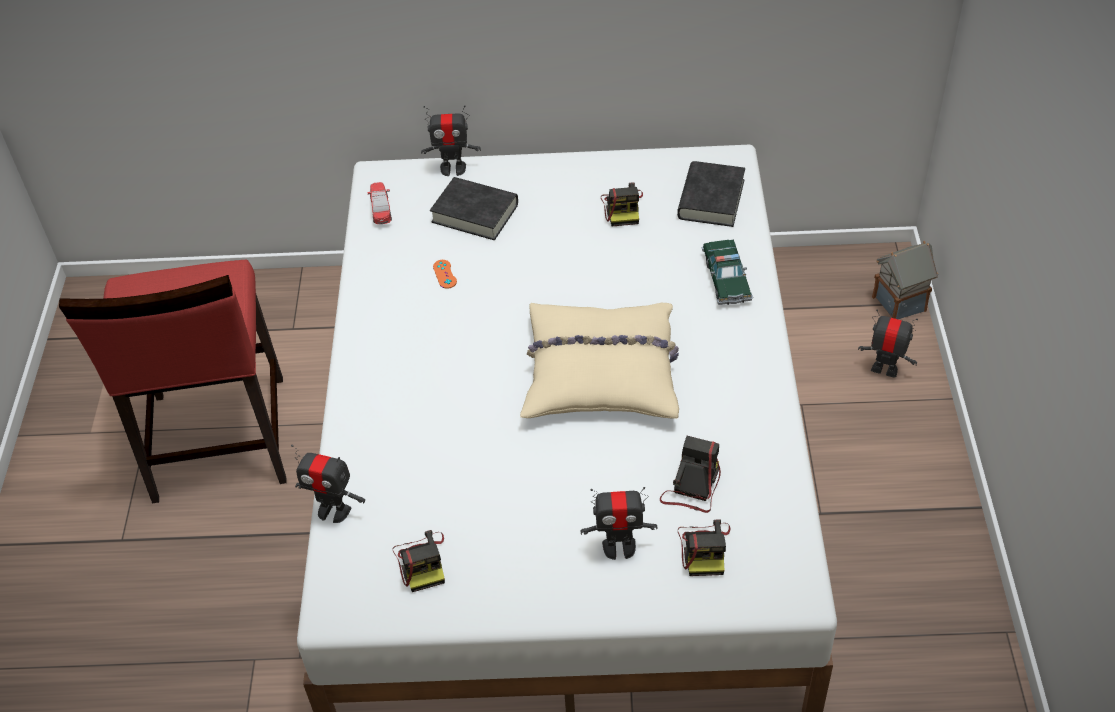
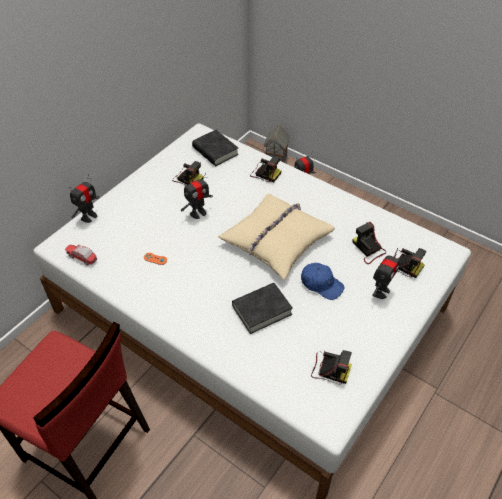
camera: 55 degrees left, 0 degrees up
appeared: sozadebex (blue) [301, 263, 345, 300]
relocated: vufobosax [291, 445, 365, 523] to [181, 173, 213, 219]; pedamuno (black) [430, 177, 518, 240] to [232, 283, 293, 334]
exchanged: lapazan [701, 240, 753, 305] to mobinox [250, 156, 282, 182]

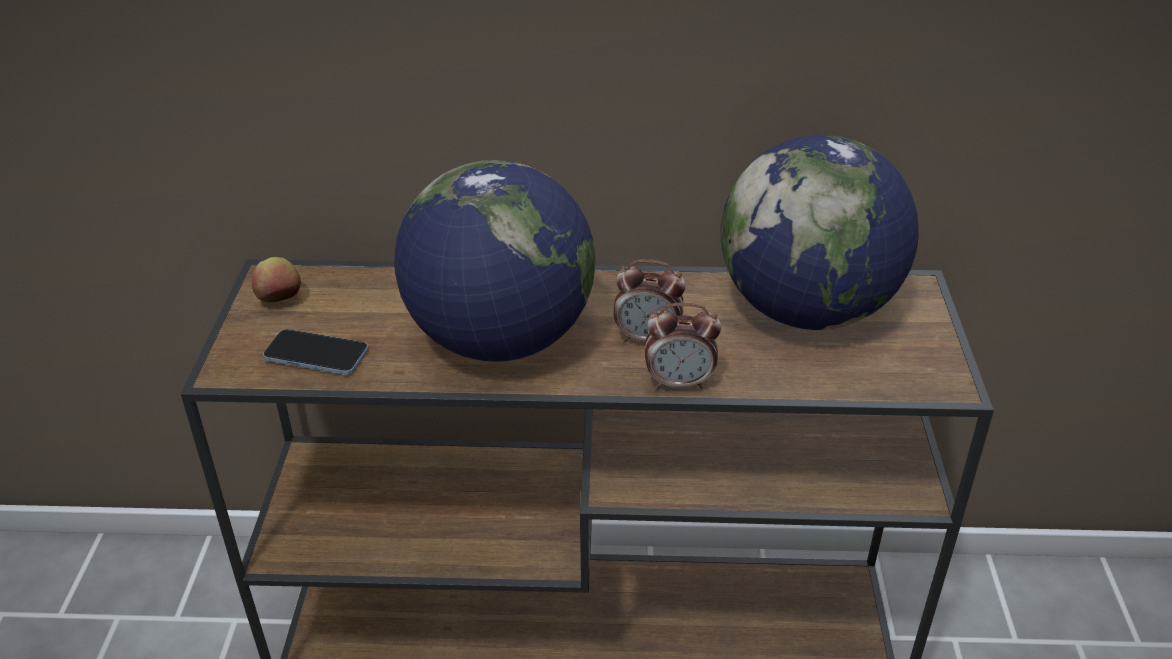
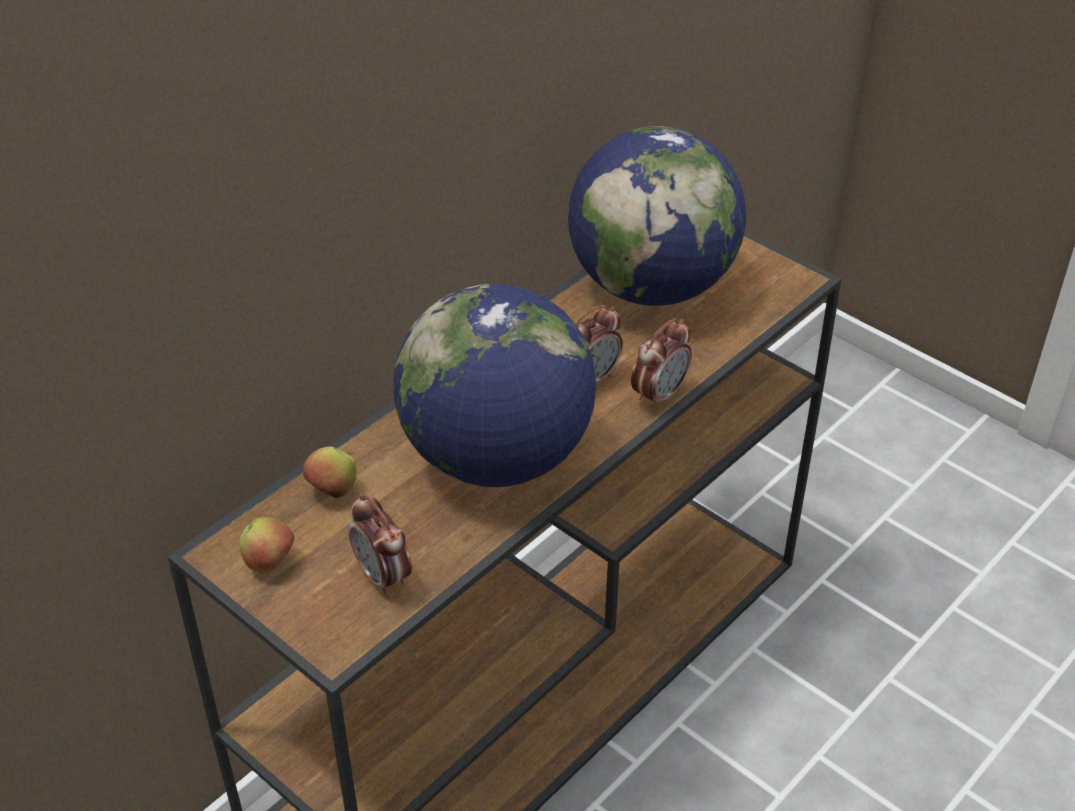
camera: 50 degrees left, 5 degrees up
appeared: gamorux [303, 446, 356, 498]
exchanged: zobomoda [263, 329, 368, 375] to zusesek [349, 494, 412, 596]

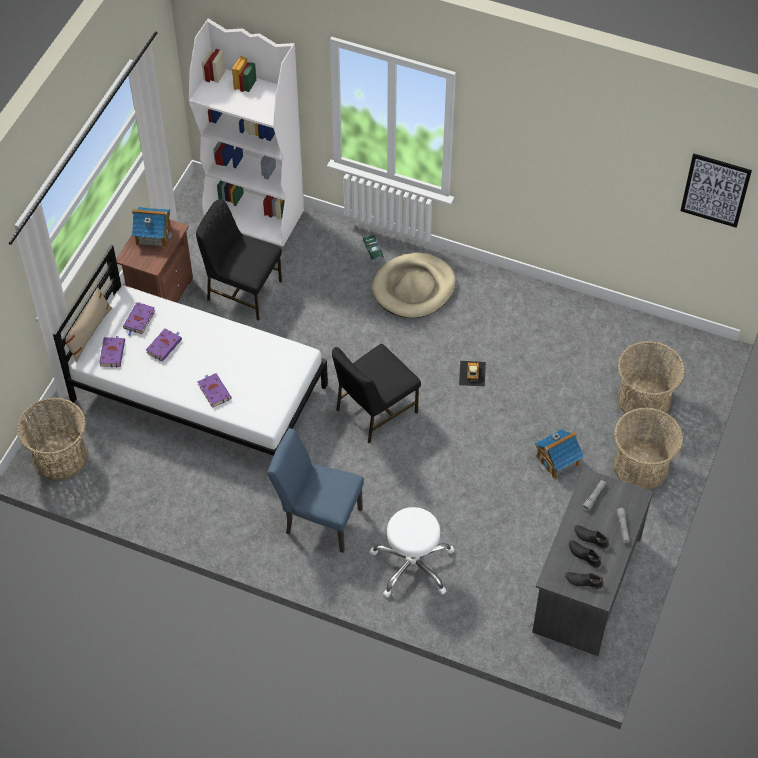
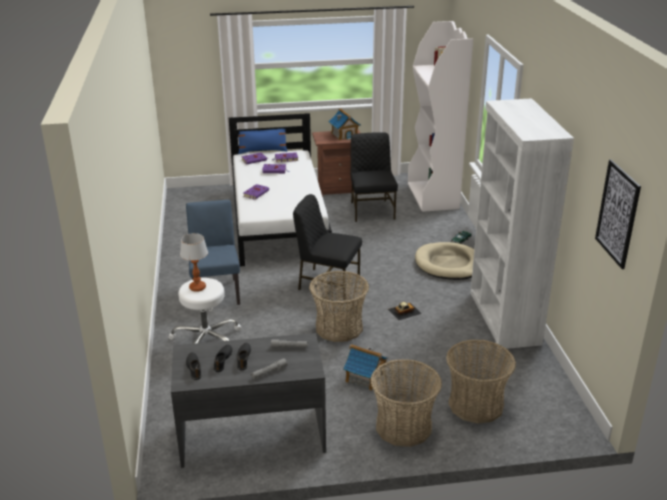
camera: 60 degrees right, 25 degrees down
appeared: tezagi [180, 233, 208, 292]; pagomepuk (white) [470, 98, 574, 349]
relocated: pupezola [17, 397, 87, 480] to [309, 271, 369, 342]
colour: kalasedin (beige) [61, 283, 113, 362] to kalasedin (blue) [238, 129, 288, 154]

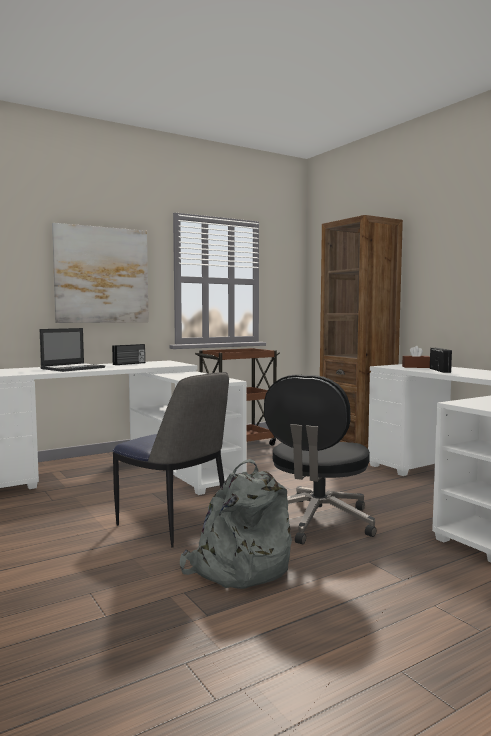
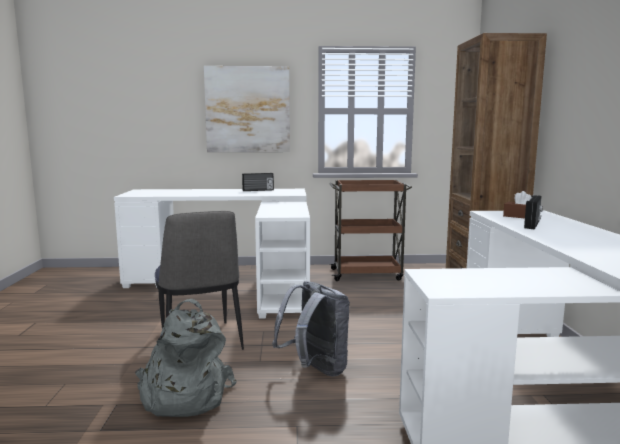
camera: 30 degrees right, 5 degrees up
missing: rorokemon [40, 328, 105, 372]
exchanged: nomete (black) [264, 374, 376, 544] to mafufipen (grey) [272, 281, 350, 377]

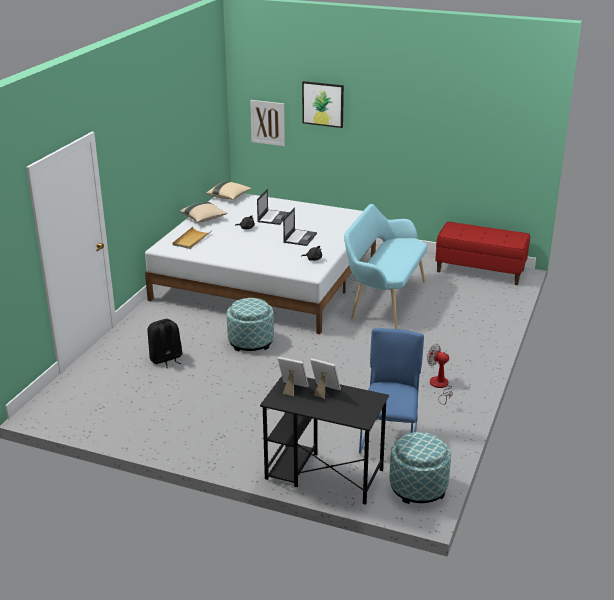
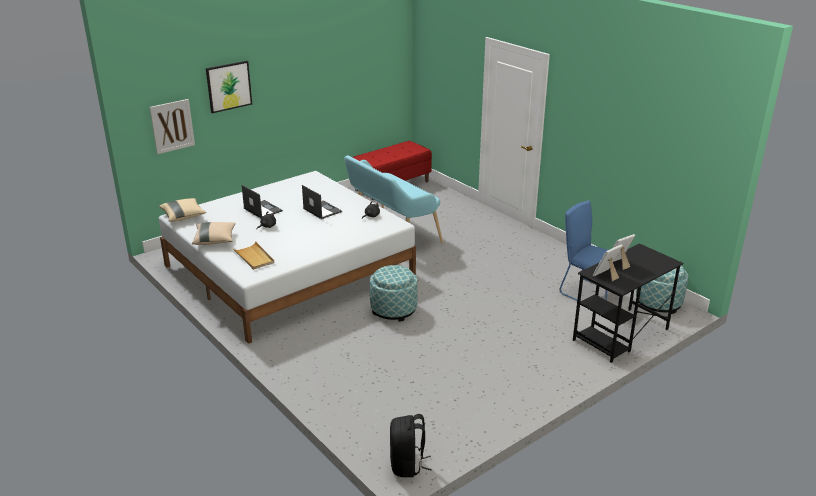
camera: 60 degrees left, 0 degrees up
missing: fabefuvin [427, 344, 453, 405]
relocated: mafufipen (black) [147, 319, 183, 368] to [390, 414, 432, 477]

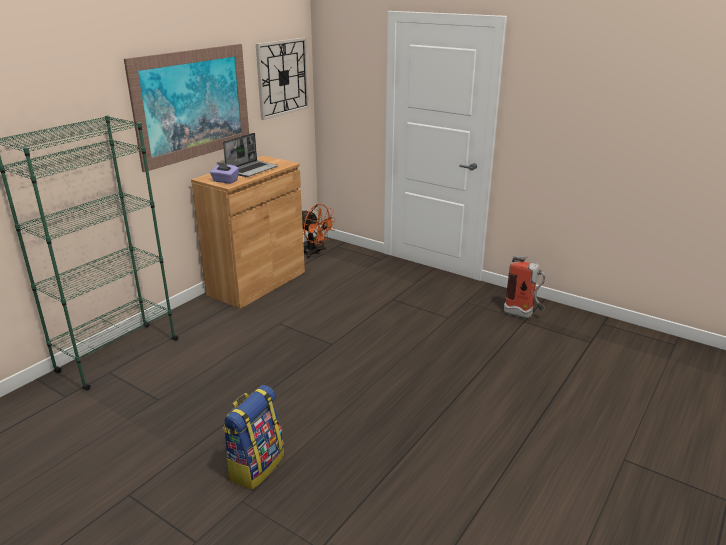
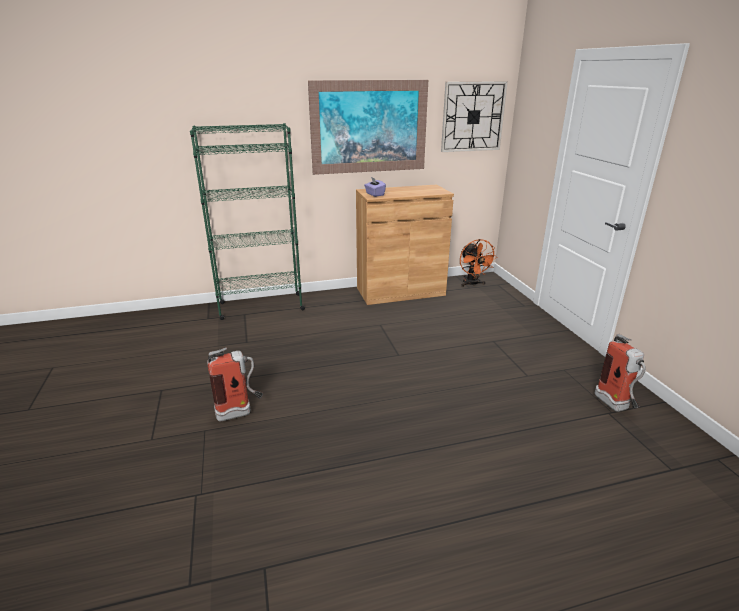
camera: 40 degrees right, 0 degrees up
missing: rorokemon [223, 133, 278, 177]
exchanged: mafufipen [222, 385, 284, 490] to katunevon [207, 348, 263, 421]

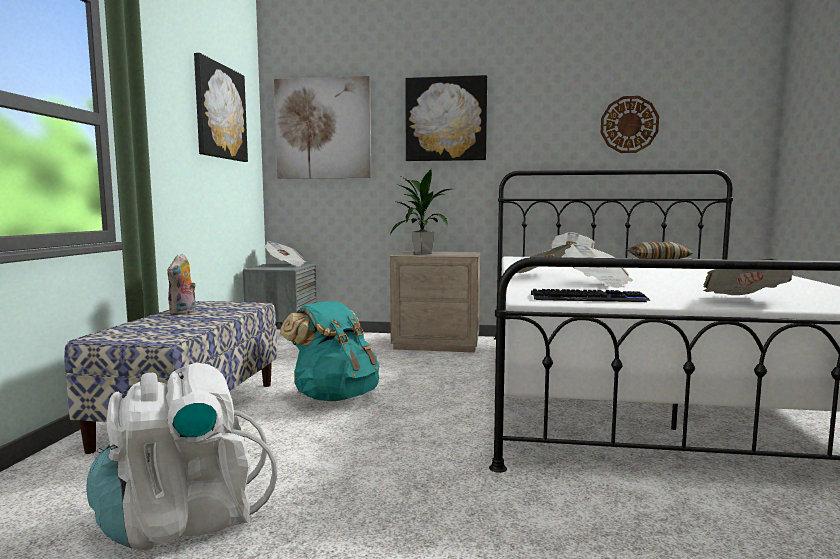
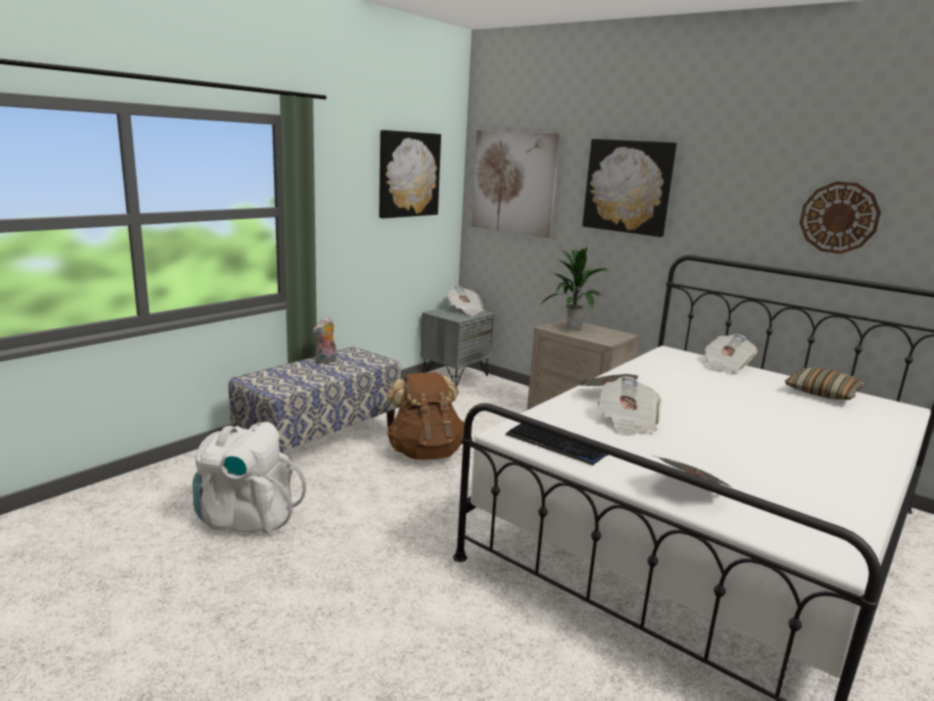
camera: 30 degrees right, 10 degrees up
colour: mafufipen (turquoise) [281, 301, 380, 401] to mafufipen (brown) [386, 372, 465, 460]

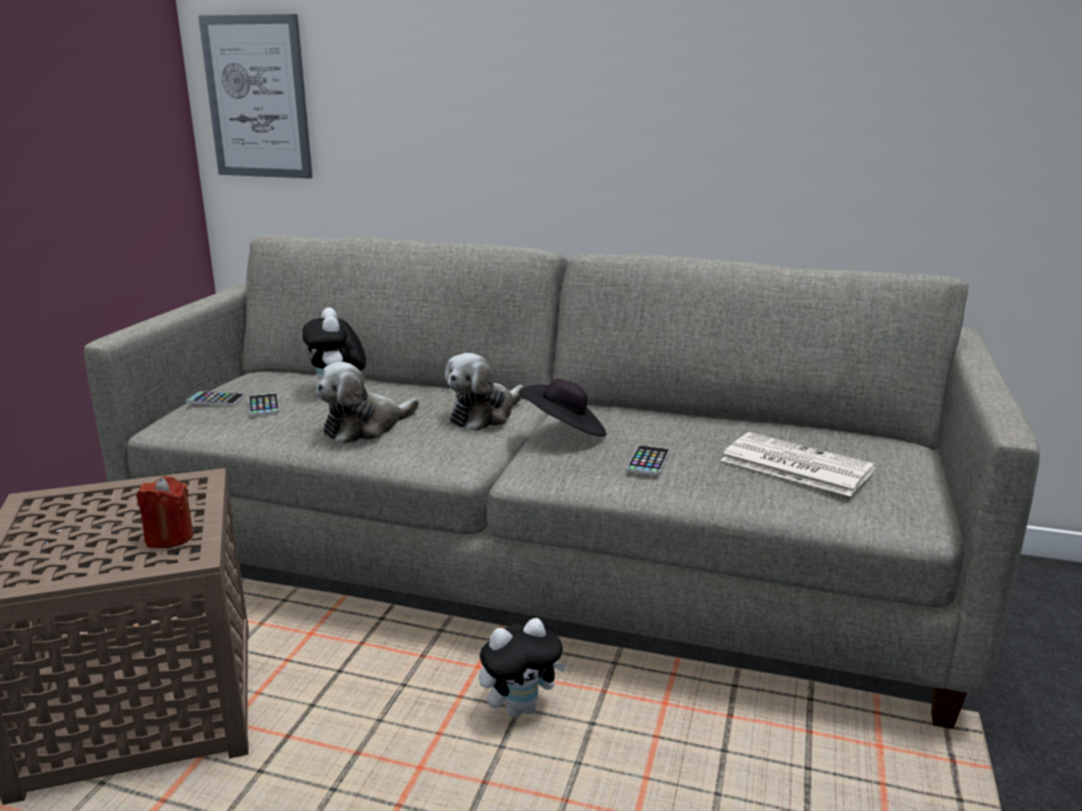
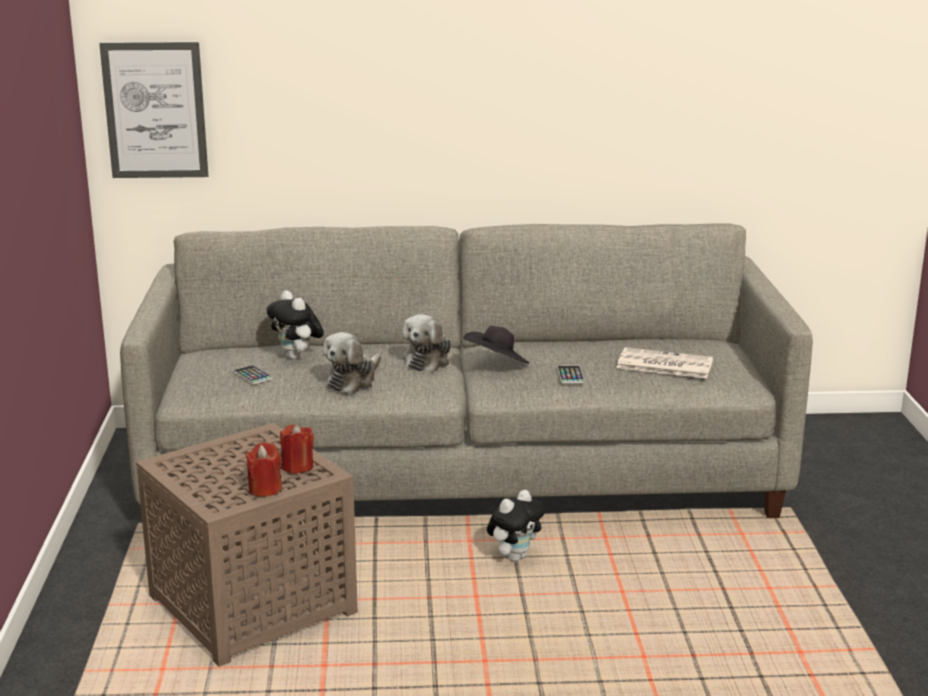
camera: 20 degrees left, 0 degrees up
missing: zobomoda [186, 391, 245, 406]
appeared: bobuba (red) [246, 442, 282, 497]

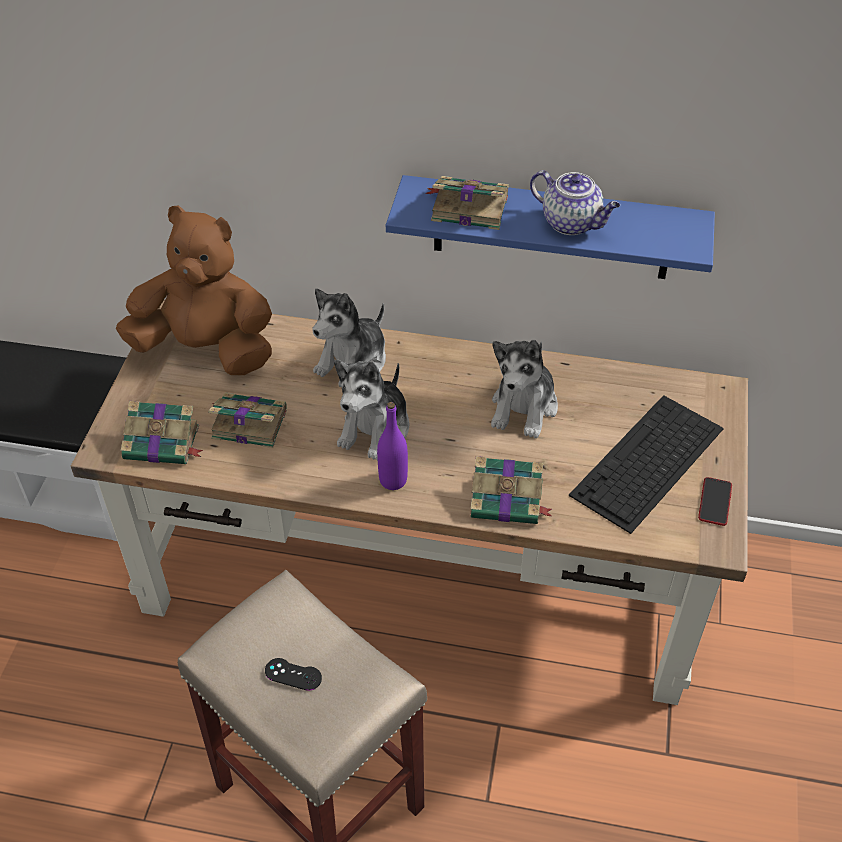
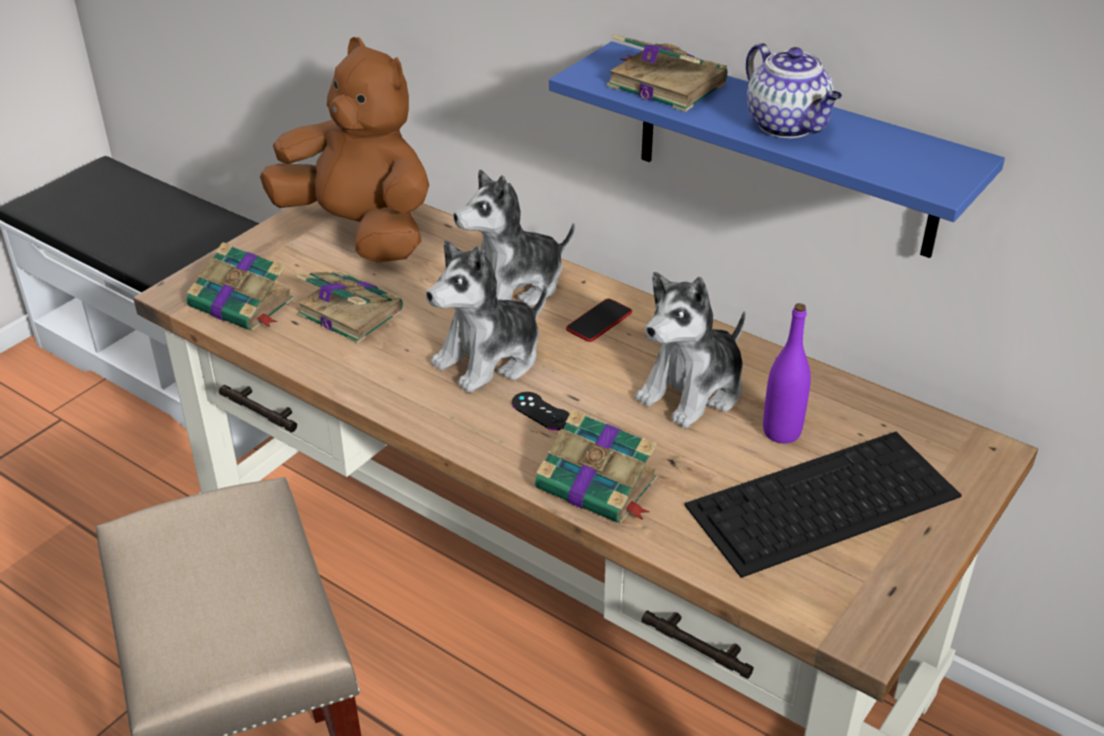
camera: 25 degrees right, 10 degrees down
relocated: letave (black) [265, 658, 322, 691] to [512, 392, 570, 430]; zobomoda [698, 477, 732, 526] to [566, 299, 632, 342]; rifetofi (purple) [377, 402, 408, 490] to [763, 303, 811, 443]

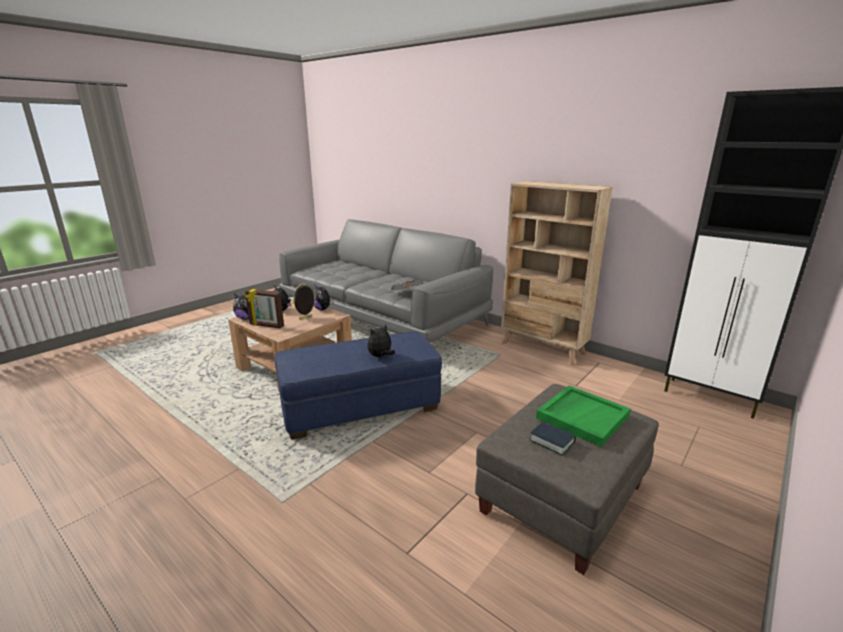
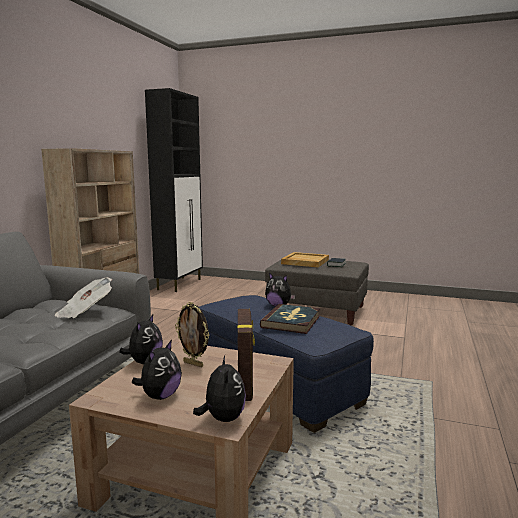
camera: 110 degrees left, 10 degrees down
appeared: pedamuno [260, 304, 320, 334]
colour: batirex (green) [536, 385, 631, 447] to batirex (beige) [281, 252, 329, 267]

